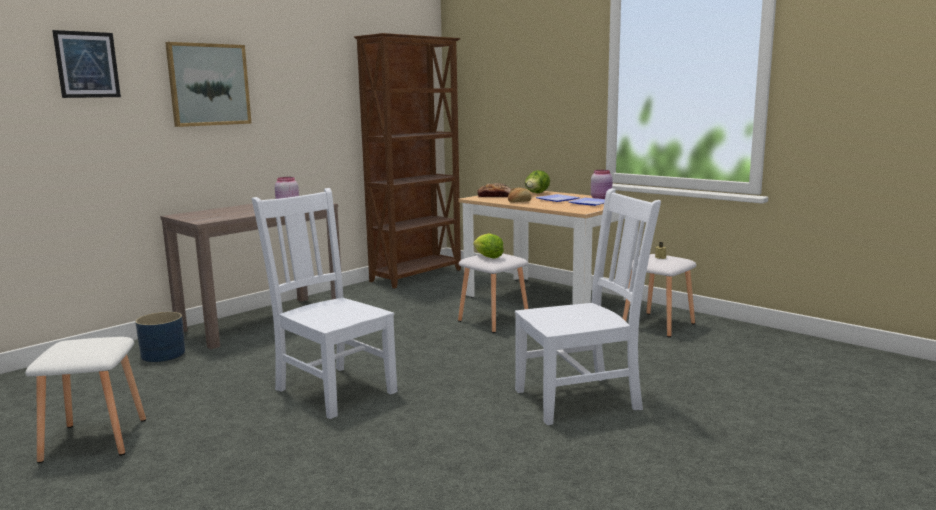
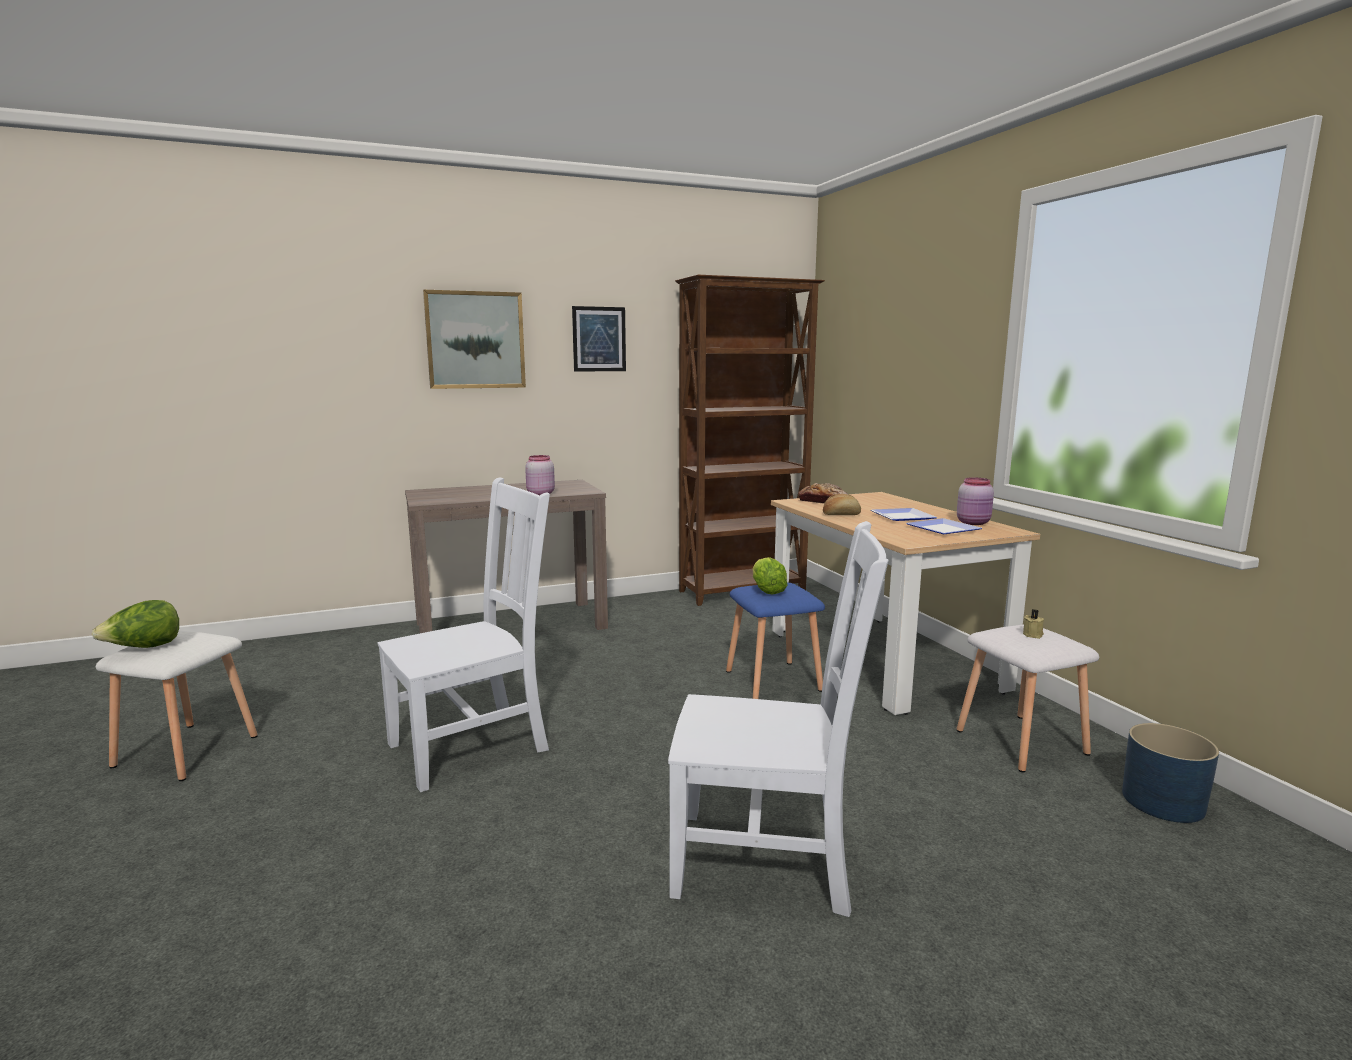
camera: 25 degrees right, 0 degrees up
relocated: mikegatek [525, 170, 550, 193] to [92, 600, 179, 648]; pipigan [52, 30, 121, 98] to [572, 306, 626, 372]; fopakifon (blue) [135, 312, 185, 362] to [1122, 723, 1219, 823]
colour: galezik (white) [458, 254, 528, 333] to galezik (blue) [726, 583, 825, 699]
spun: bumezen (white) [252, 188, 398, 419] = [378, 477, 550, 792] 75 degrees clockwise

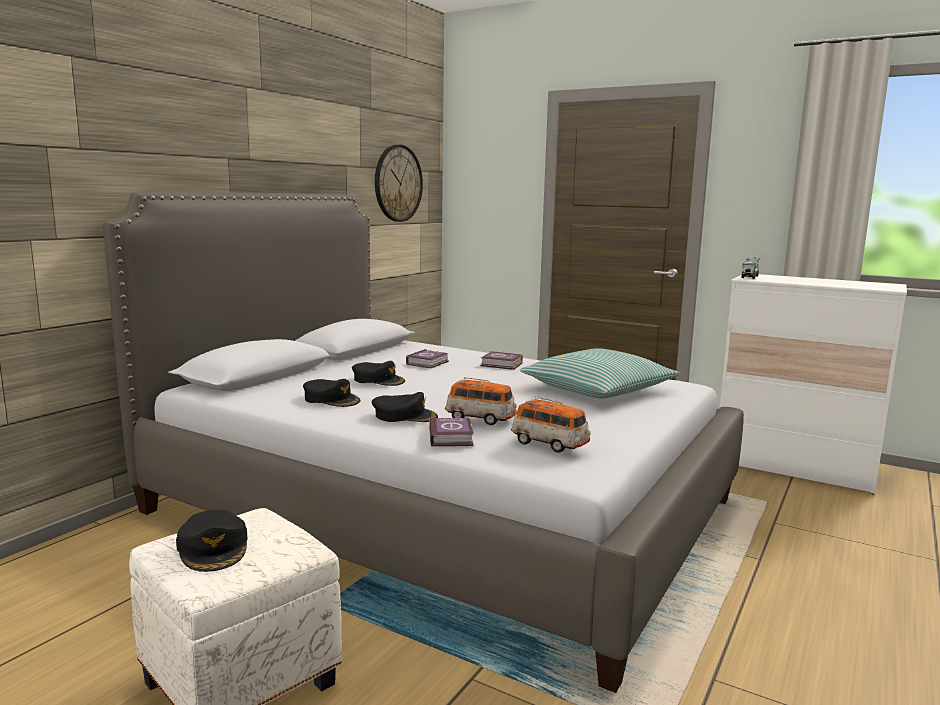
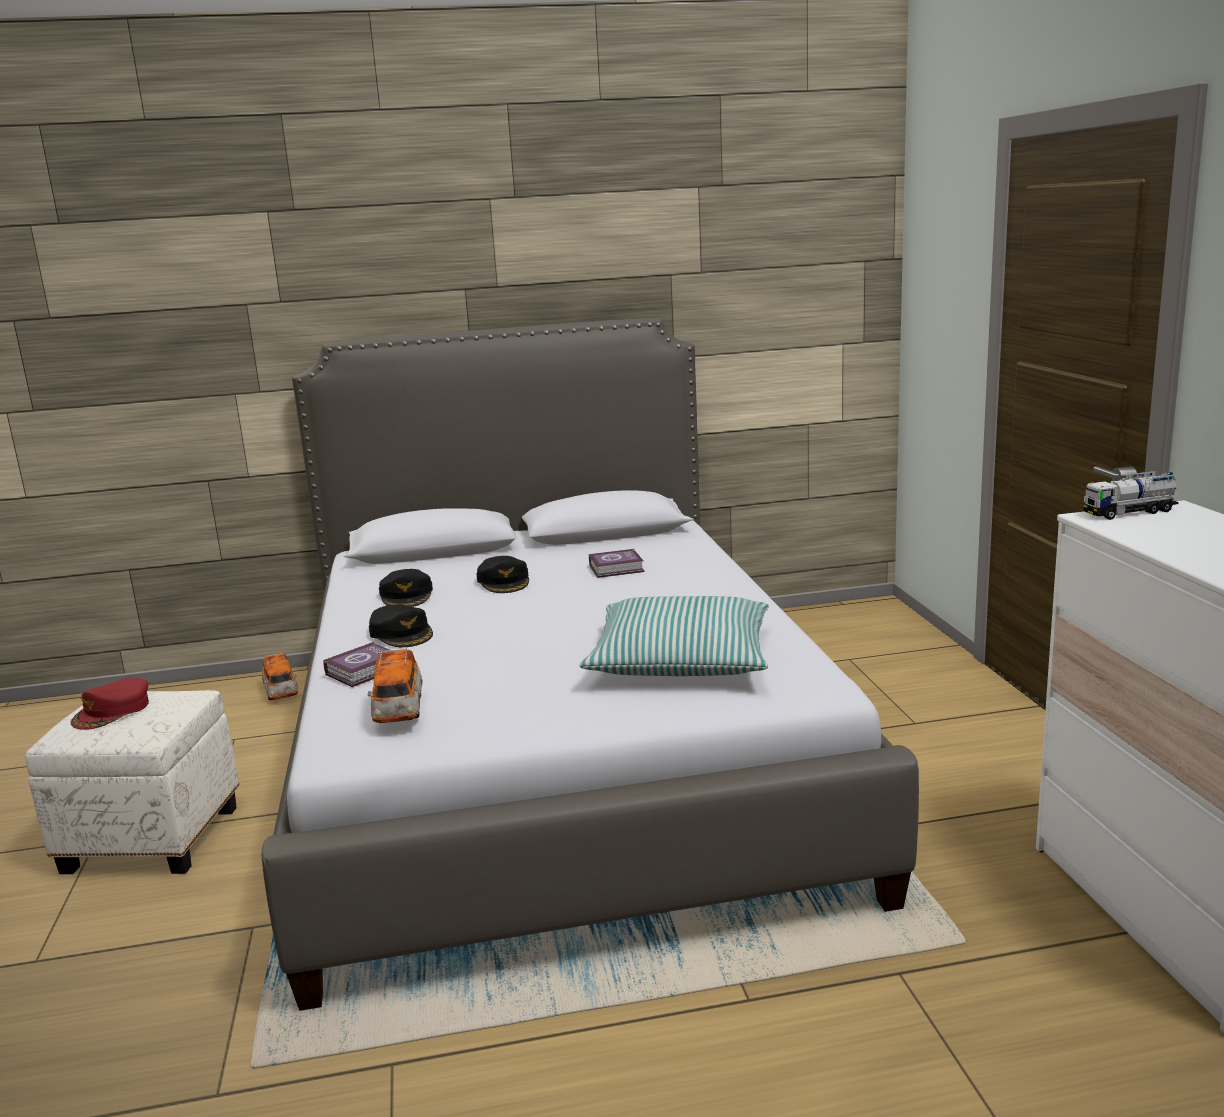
camera: 50 degrees right, 5 degrees up
missing: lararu [375, 145, 423, 222]; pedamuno [480, 351, 523, 370]
relocated: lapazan [445, 377, 517, 425] to [262, 653, 298, 700]
colour: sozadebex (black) [176, 510, 247, 572] to sozadebex (red) [71, 678, 149, 730]

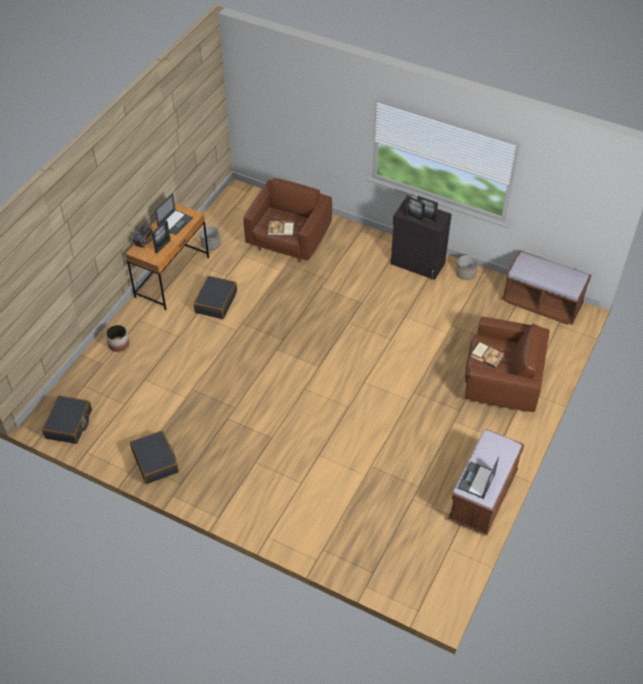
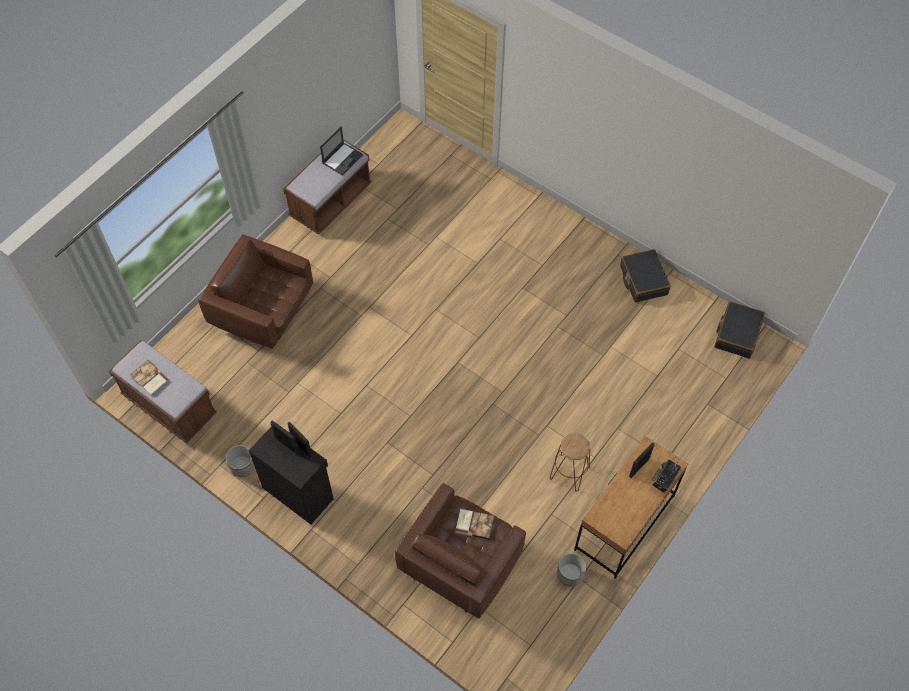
camera: 170 degrees left, 10 degrees up
missing: fopakifon [106, 325, 129, 352]; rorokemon [155, 193, 193, 235]
relocated: pedamuno [470, 342, 504, 368] to [130, 360, 170, 395]
exchanged: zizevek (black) [194, 276, 237, 319] to galezik (brown) [550, 433, 590, 491]

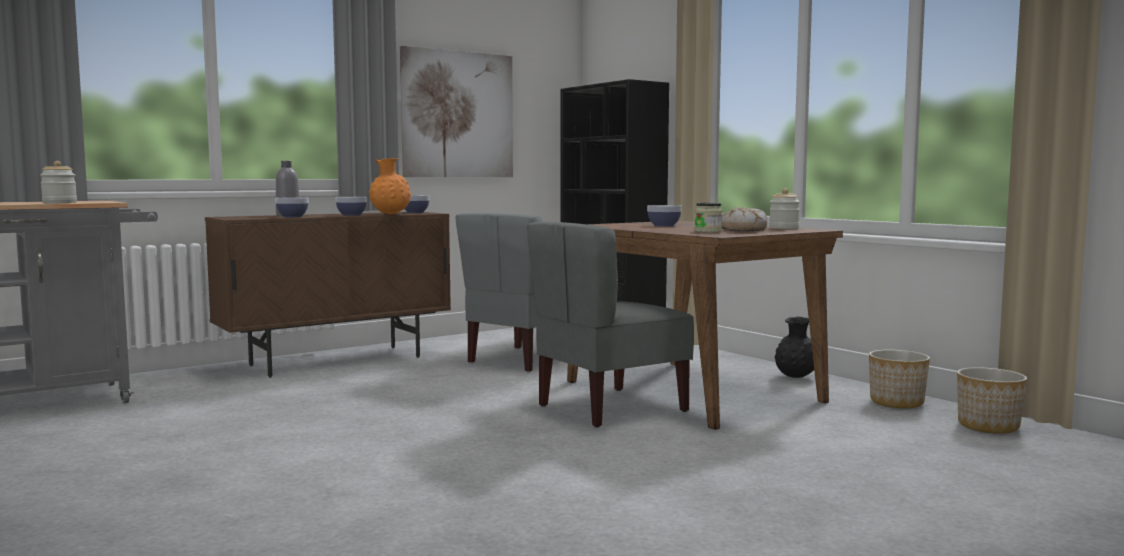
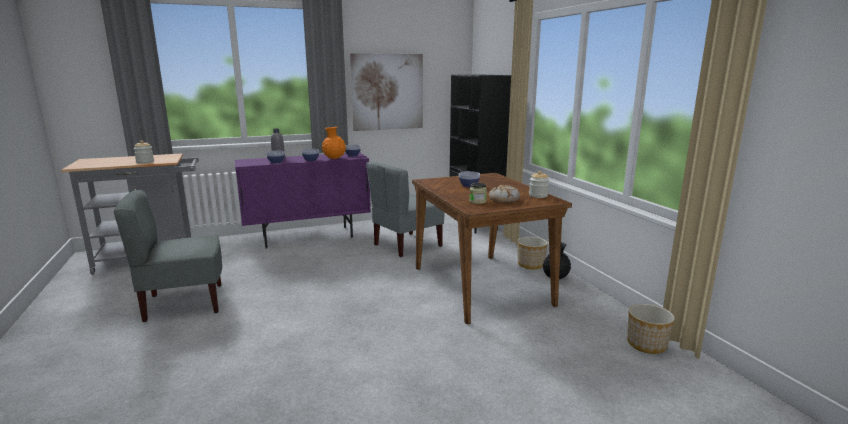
camera: 15 degrees right, 10 degrees up
relocated: bumezen (grey) [527, 222, 694, 428] to [114, 190, 222, 322]; fopakifon [869, 350, 930, 408] to [517, 237, 548, 269]
colour: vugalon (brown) [205, 212, 451, 378] to vugalon (purple) [235, 153, 371, 248]

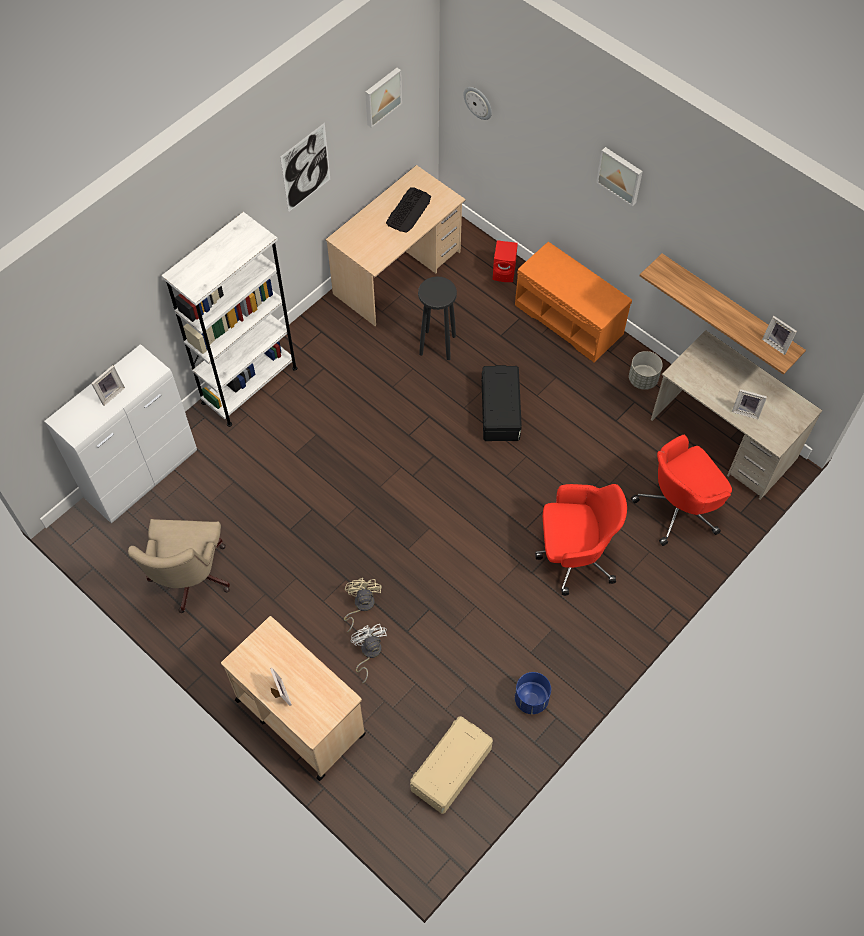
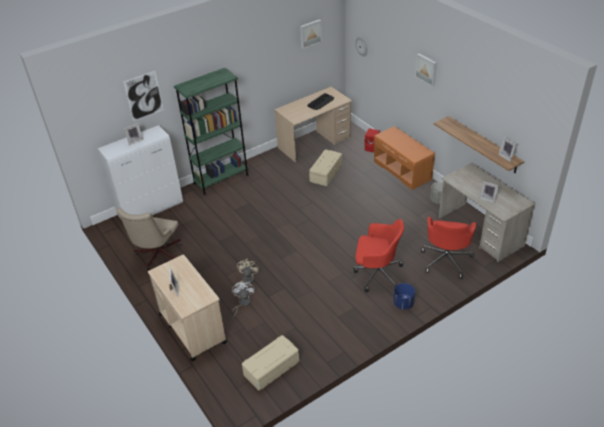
camera: 15 degrees right, 20 degrees down
missing: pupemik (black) [482, 365, 522, 441]
relocated: pipigan [280, 123, 330, 212] to [123, 71, 164, 121]; fopakifon (blue) [515, 672, 551, 714] to [394, 283, 415, 310]
exchanged: galezik (black) [418, 277, 457, 360] to pupemik (beige) [309, 149, 342, 186]
colour: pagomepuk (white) [161, 212, 297, 427] to pagomepuk (green) [174, 68, 249, 195]
spun: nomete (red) [631, 435, 732, 546] = [421, 217, 476, 278] 60 degrees counterclockwise

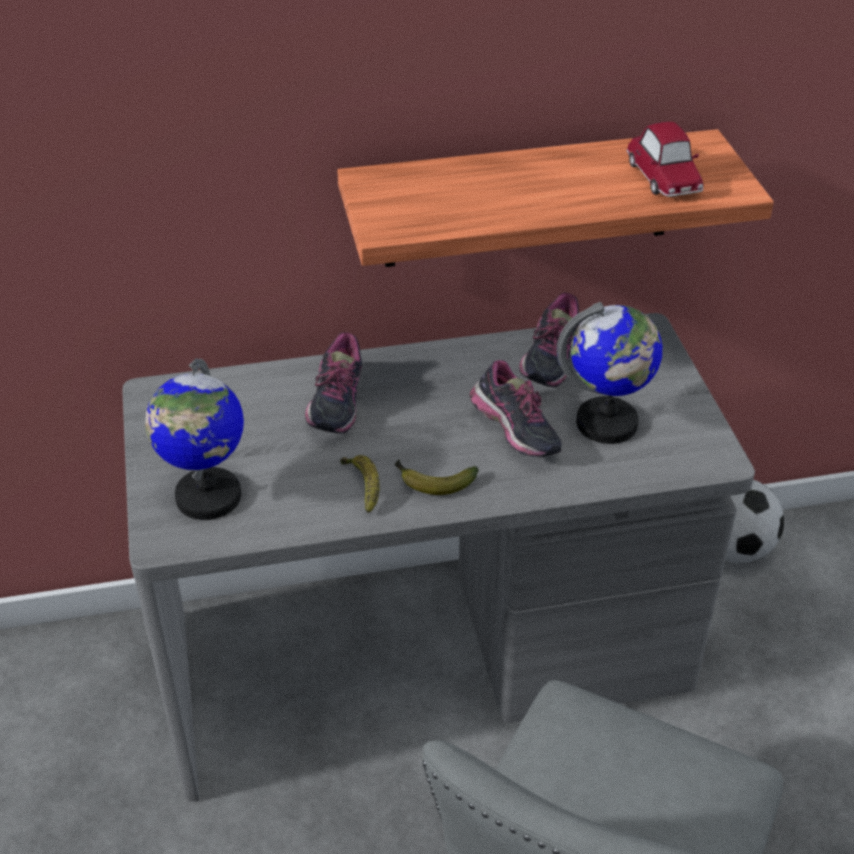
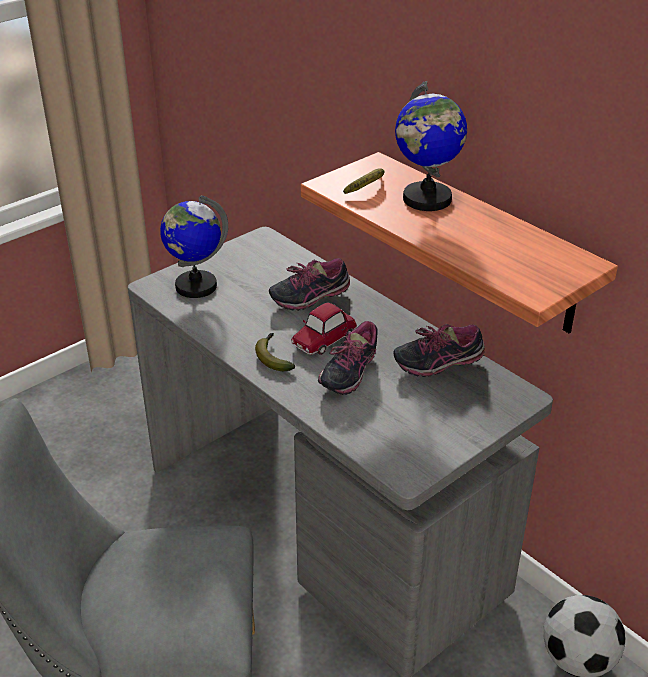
camera: 60 degrees right, 5 degrees down
relocated: lapazan [626, 122, 704, 197] to [291, 302, 357, 355]; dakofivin [340, 455, 380, 513] to [343, 169, 385, 194]; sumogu [557, 302, 662, 444] to [395, 81, 467, 211]

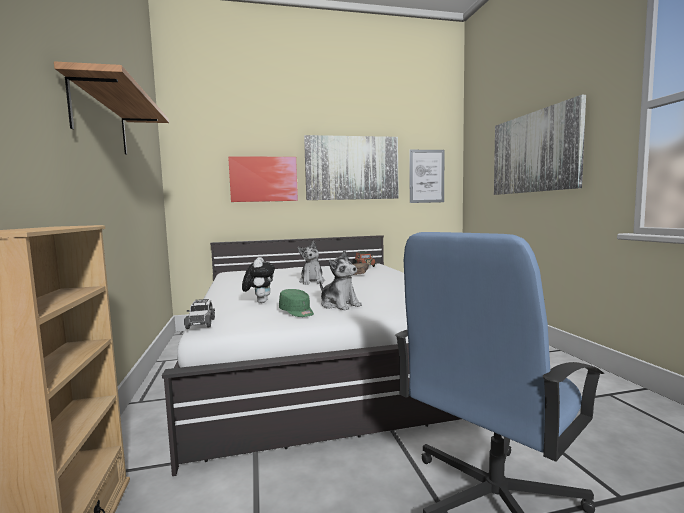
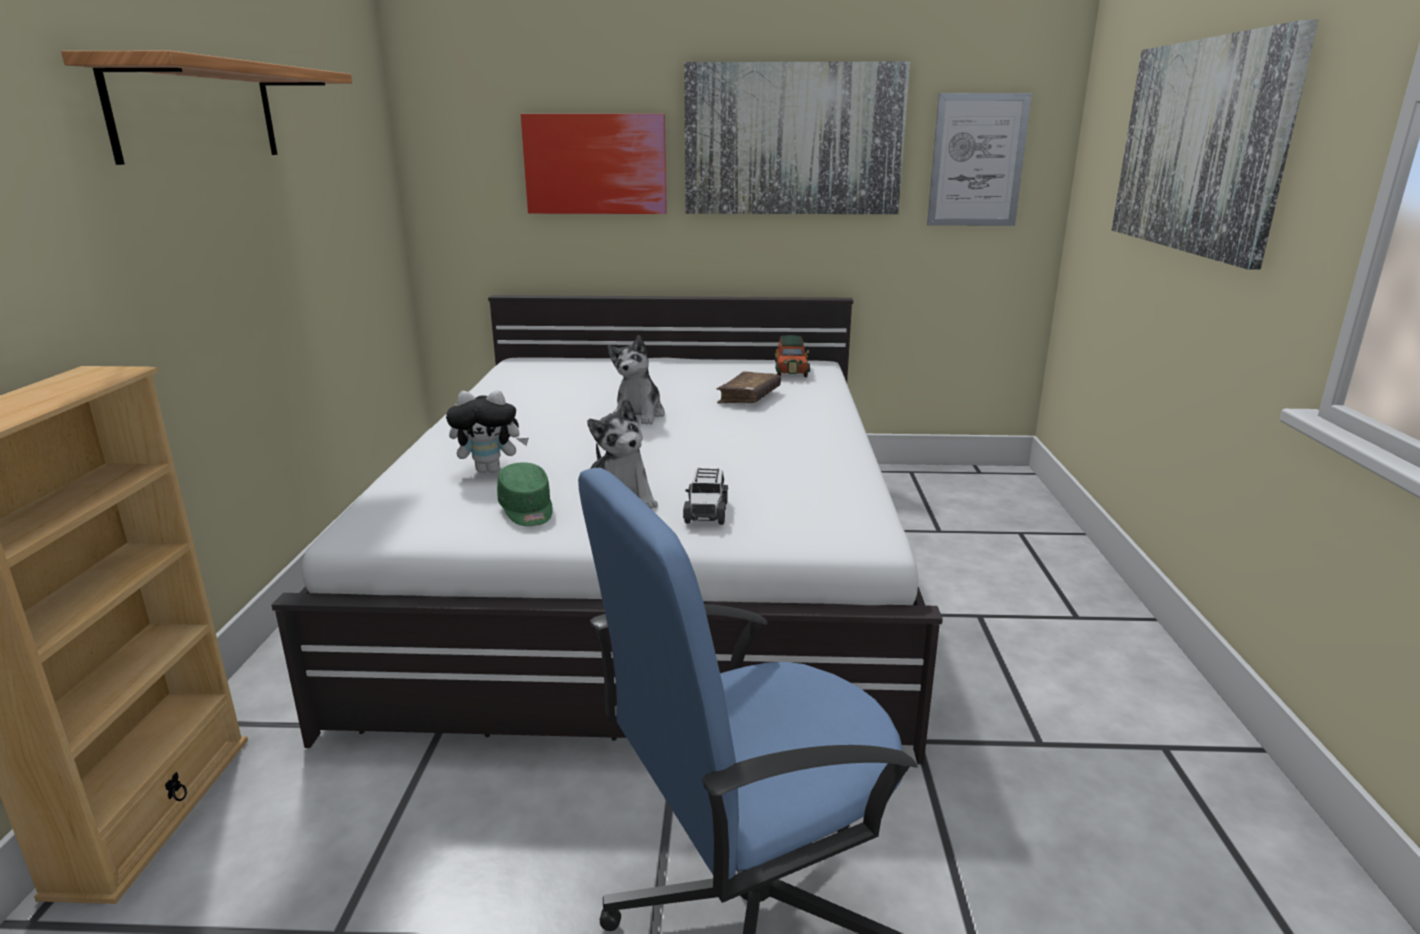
camera: 15 degrees right, 15 degrees up
relocated: lapazan [184, 299, 215, 329] to [683, 468, 728, 525]
spun: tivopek [242, 257, 275, 303] = [446, 390, 529, 473] 75 degrees clockwise

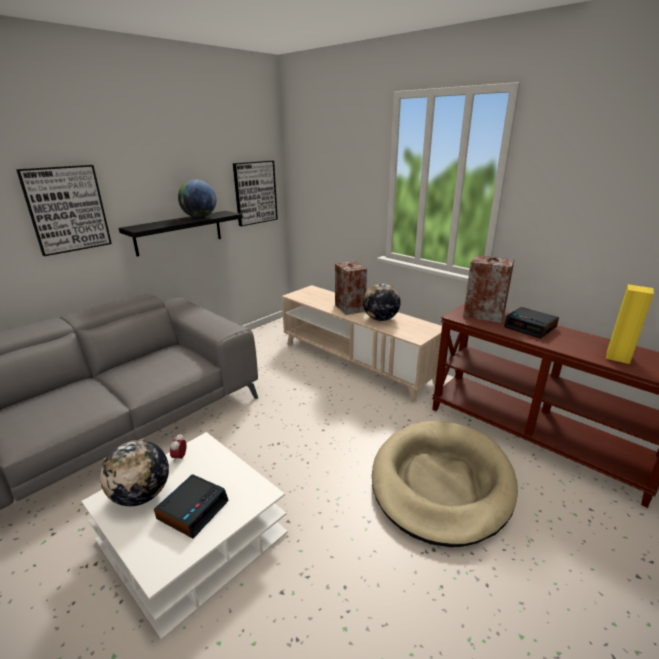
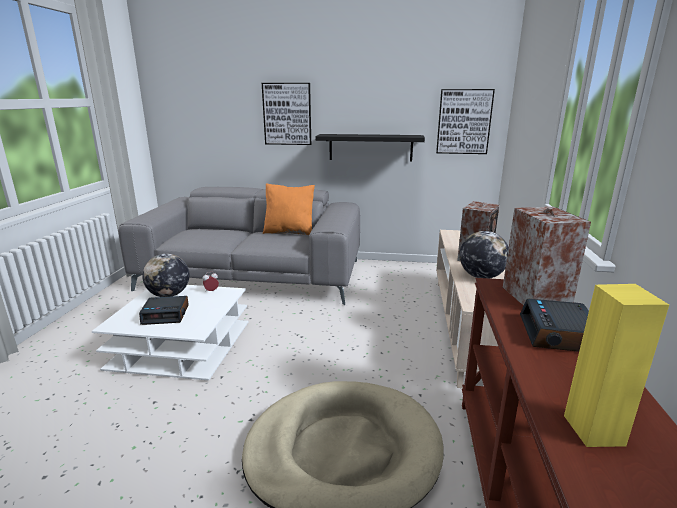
camera: 55 degrees right, 5 degrees down
missing: sumogu [178, 180, 216, 218]
appeared: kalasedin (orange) [263, 183, 315, 235]

